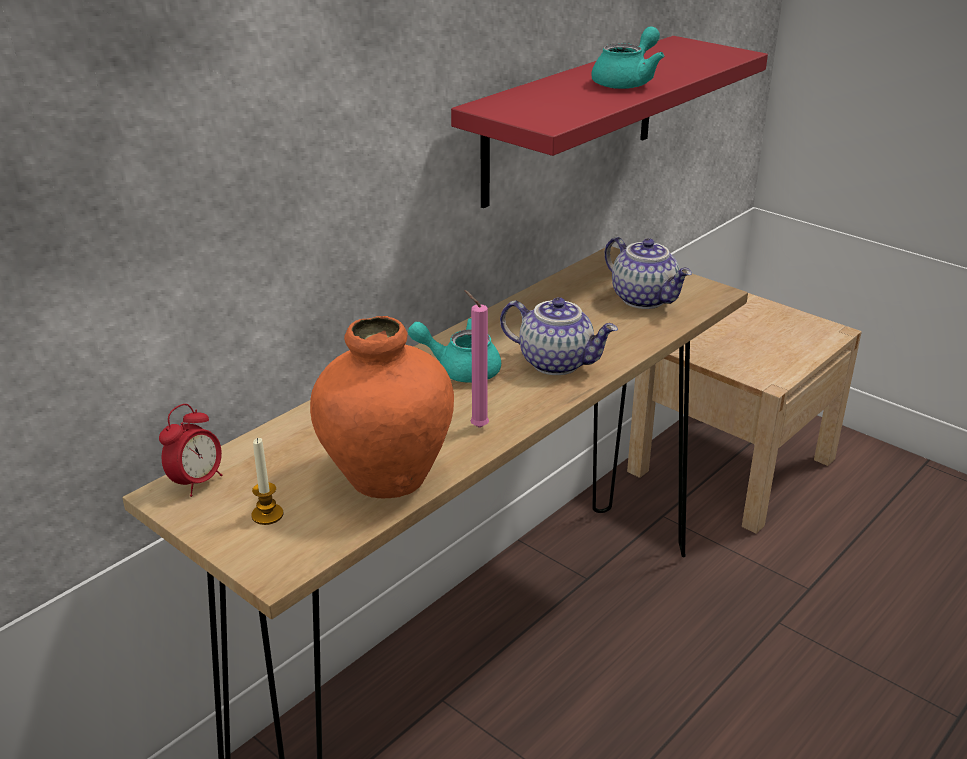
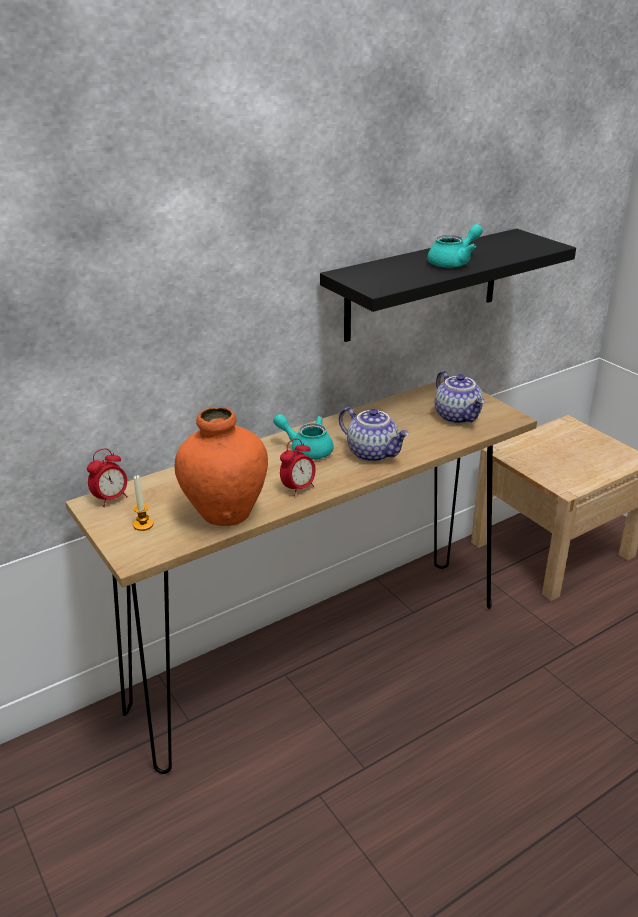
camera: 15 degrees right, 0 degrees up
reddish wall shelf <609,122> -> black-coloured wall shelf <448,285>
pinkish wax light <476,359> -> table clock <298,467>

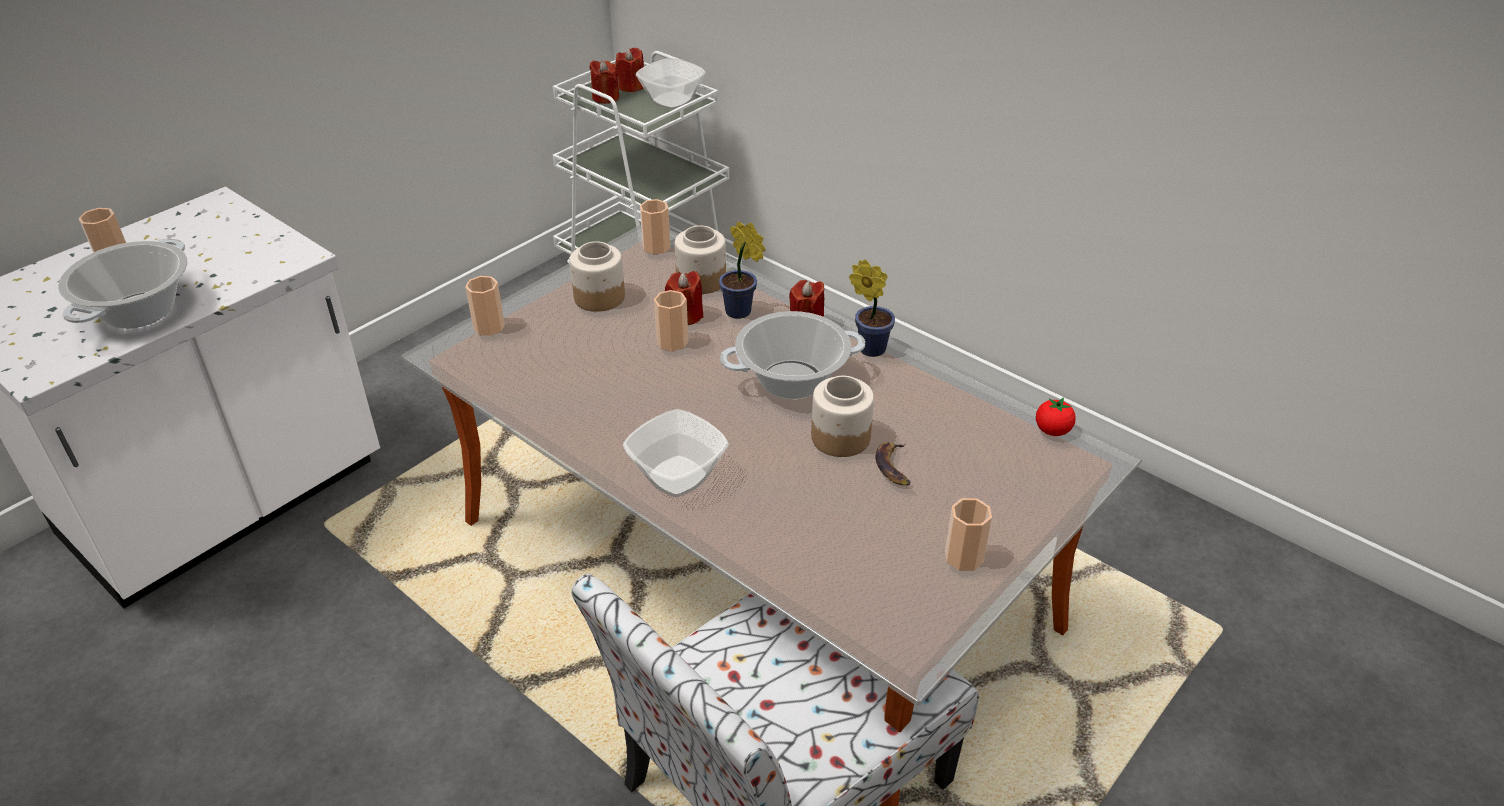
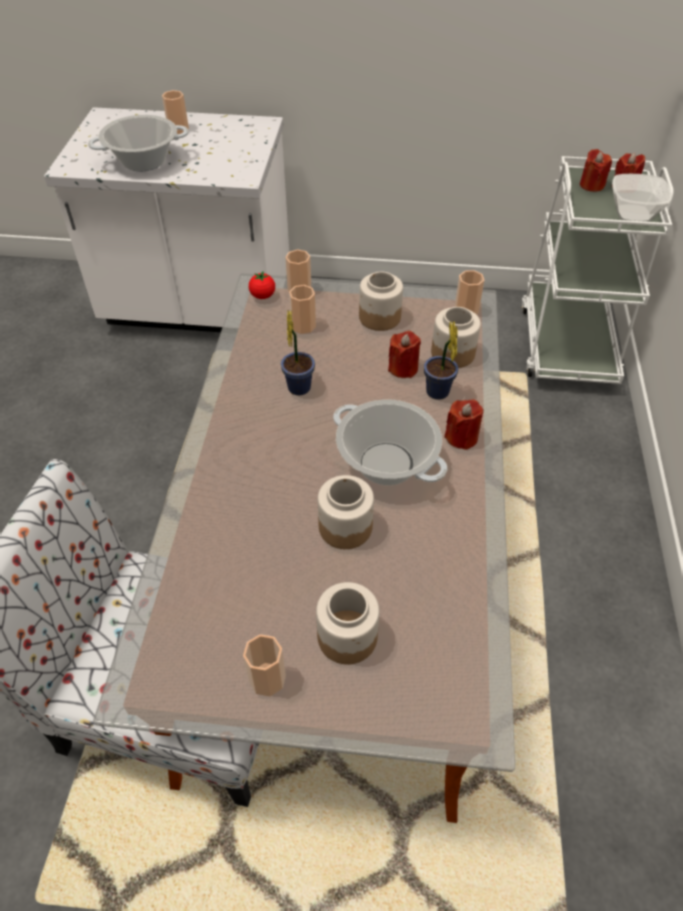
camera: 55 degrees right, 10 degrees up
bowl <676,453> -> none
small cup <671,320> -> small cup <302,309>, moved
plant in a pot <872,308> -> plant in a pot <298,353>, moved
whole banana <893,464> -> none
fresh tomato <1055,416> -> fresh tomato <262,285>, moved
none -> preserve jar <347,623>

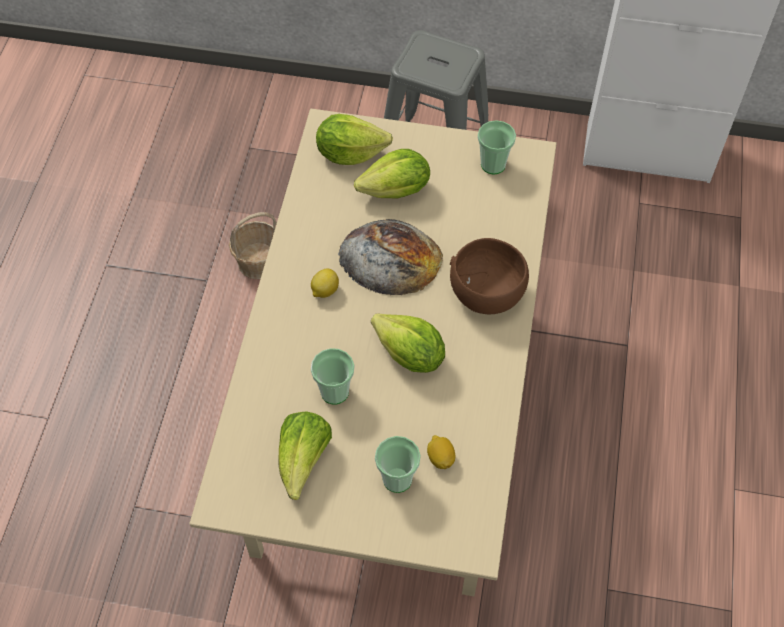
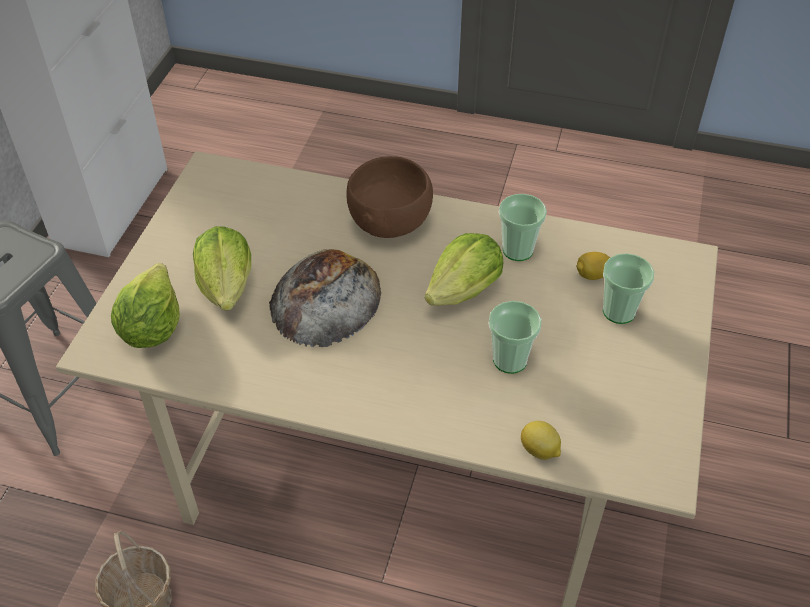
camera: 85 degrees left, 10 degrees down
head of lettuce <305,455> -> none
whole lemon <325,283> -> whole lemon <541,440>, moved
small cup <497,147> -> small cup <523,227>, moved

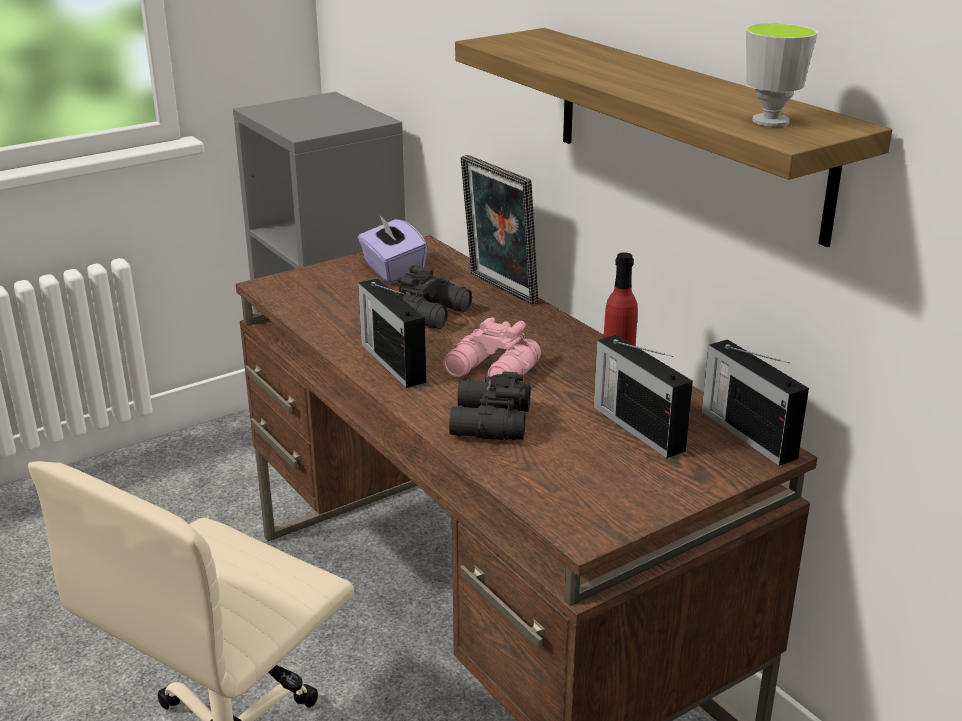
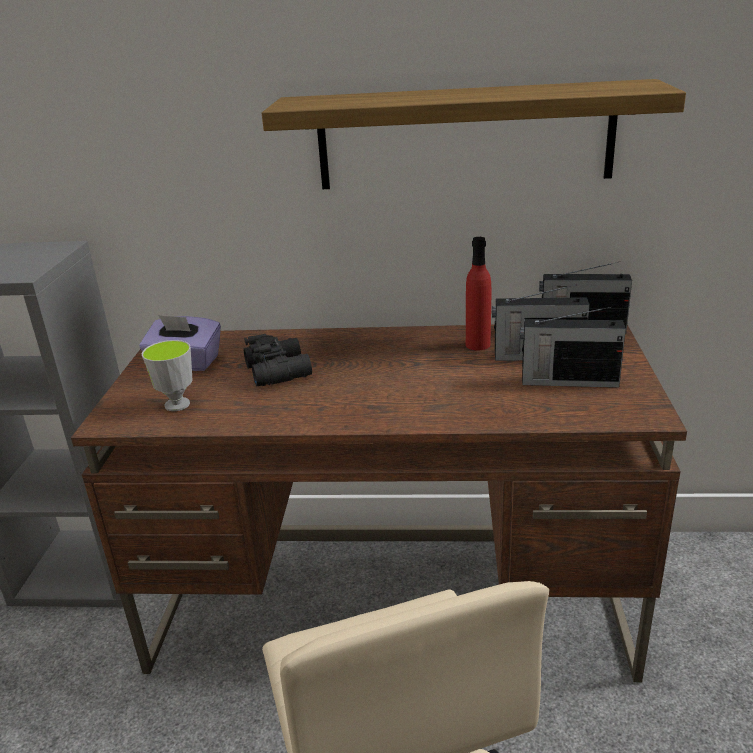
camera: 50 degrees left, 0 degrees up
radio receiver <392,333> -> radio receiver <573,347>, moved
pinkish binoculars <492,347> -> none
black-coloured binoculars <490,406> -> none
standing frame <499,230> -> none
small cup <782,74> -> small cup <167,375>, moved

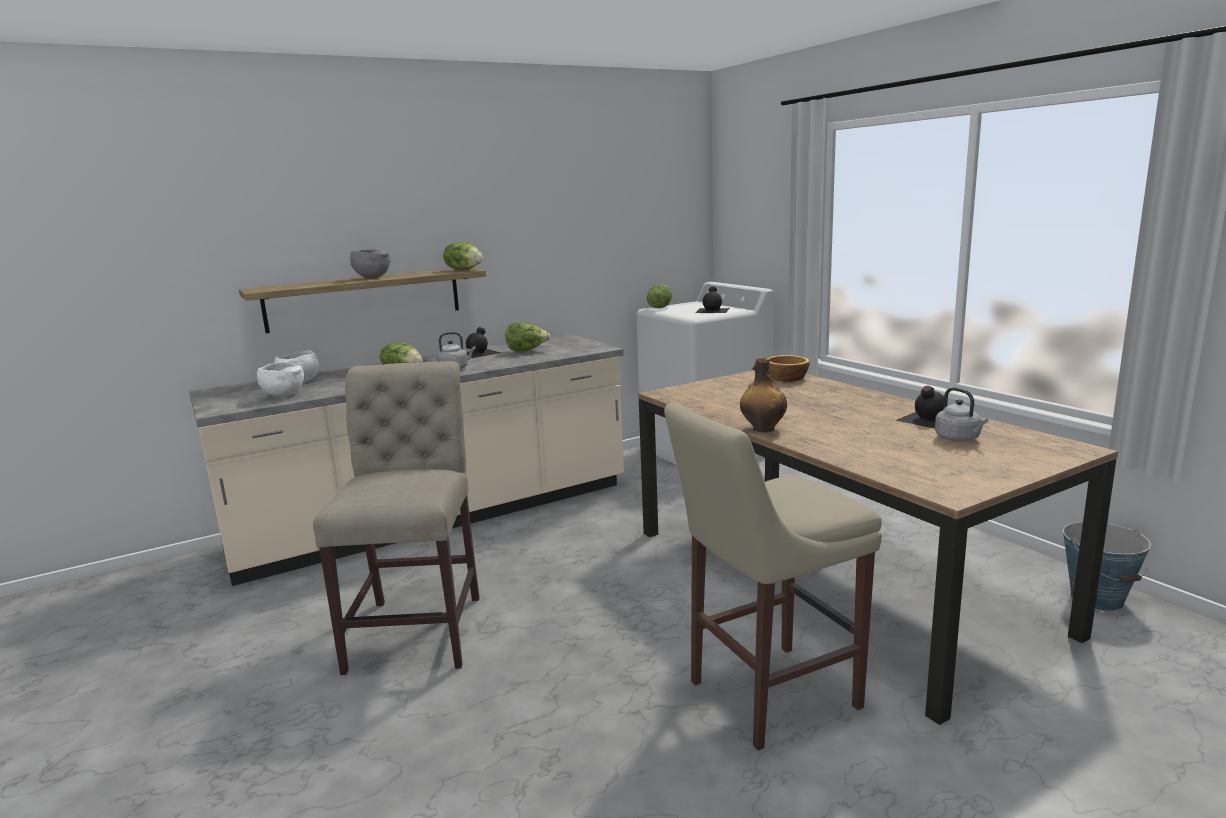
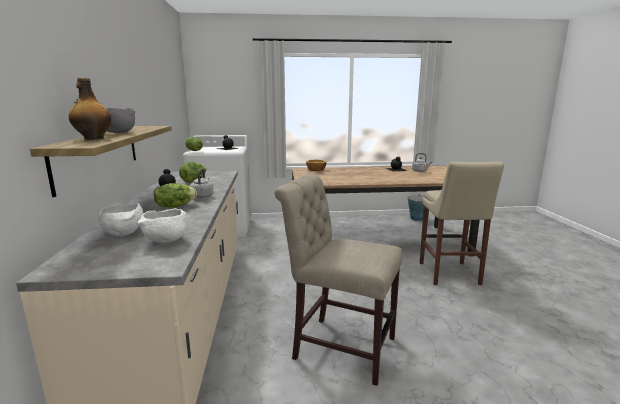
camera: 65 degrees left, 0 degrees up
head of lettuce <463,256> -> none
beverage bottle <763,394> -> beverage bottle <90,109>, moved

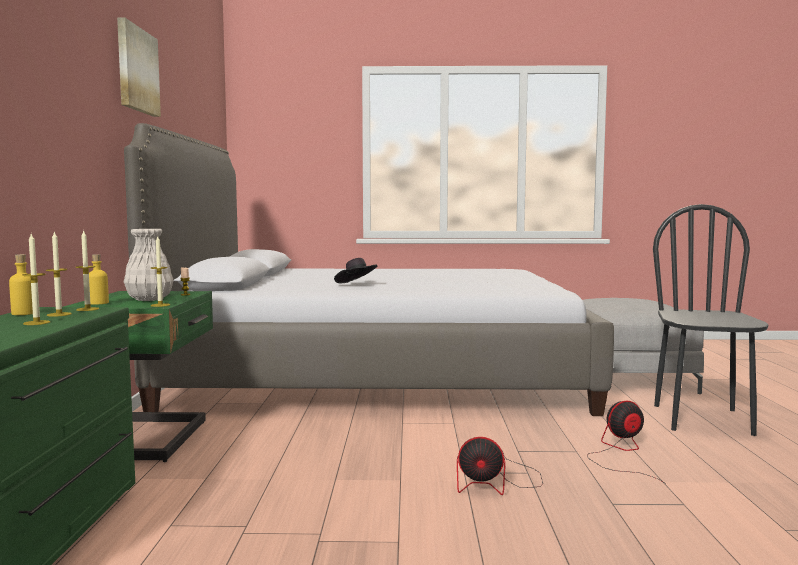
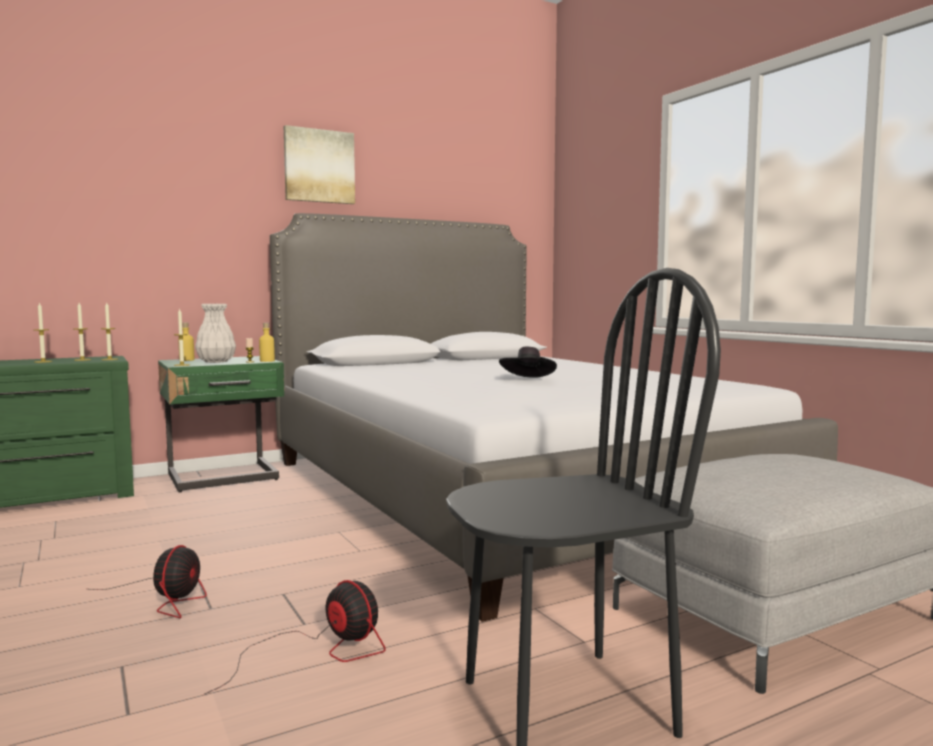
camera: 60 degrees right, 0 degrees up
yellow-coloured beverage bottle <21,284> -> yellow-coloured beverage bottle <267,342>, moved
black-coloured hat <355,270> -> black-coloured hat <528,362>, moved
cooling fan <500,466> -> cooling fan <148,581>, 150 degrees counterclockwise

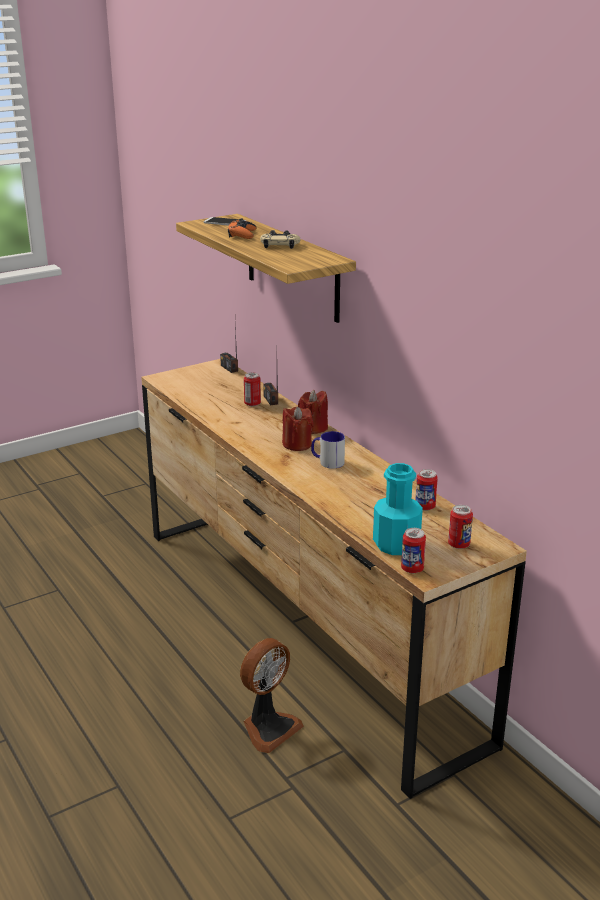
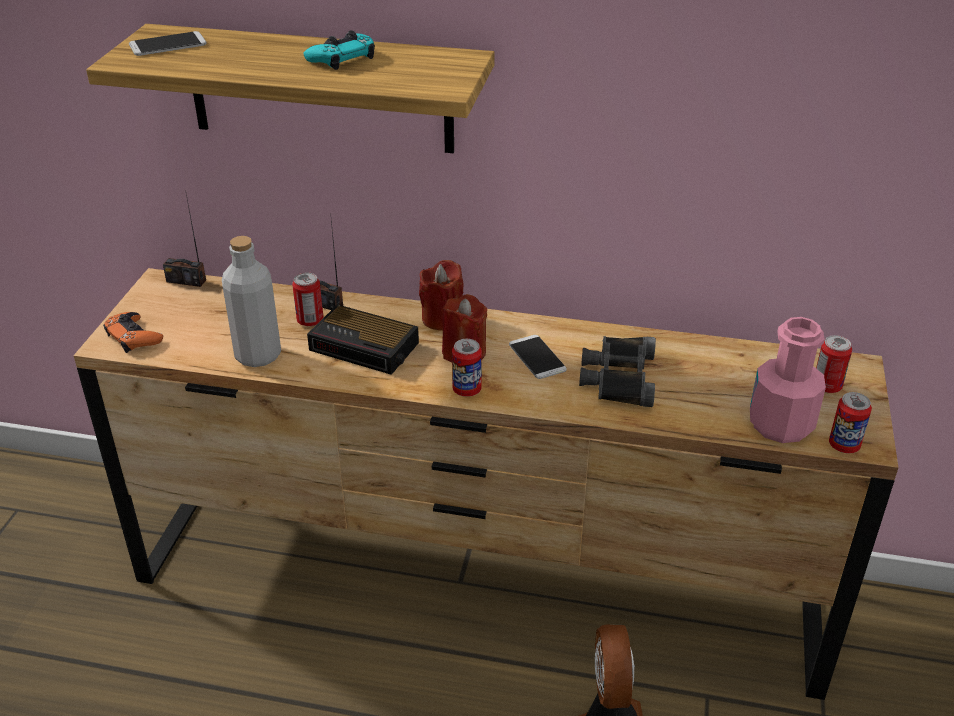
camera: 45 degrees left, 10 degrees up
orange-coloured gamepad <242,228> -> orange-coloured gamepad <133,332>, moved
beige-coloured gamepad <280,239> -> turquoise gamepad <339,50>
coffee mug <328,450> -> phone <538,357>
turquoise beverage bottle <398,509> -> pinkish beverage bottle <788,380>
sealed can <427,490> -> sealed can <467,368>, moved
none -> gray beverage bottle <251,301>
none -> table clock <363,339>
none -> black-coloured binoculars <617,371>

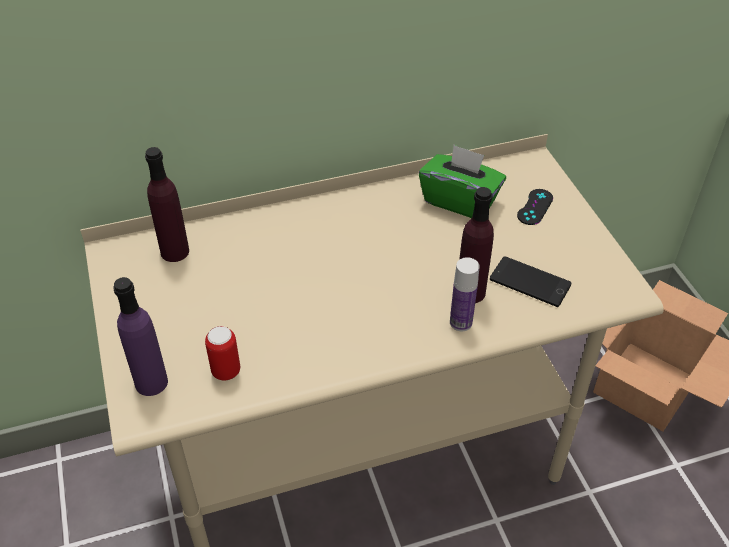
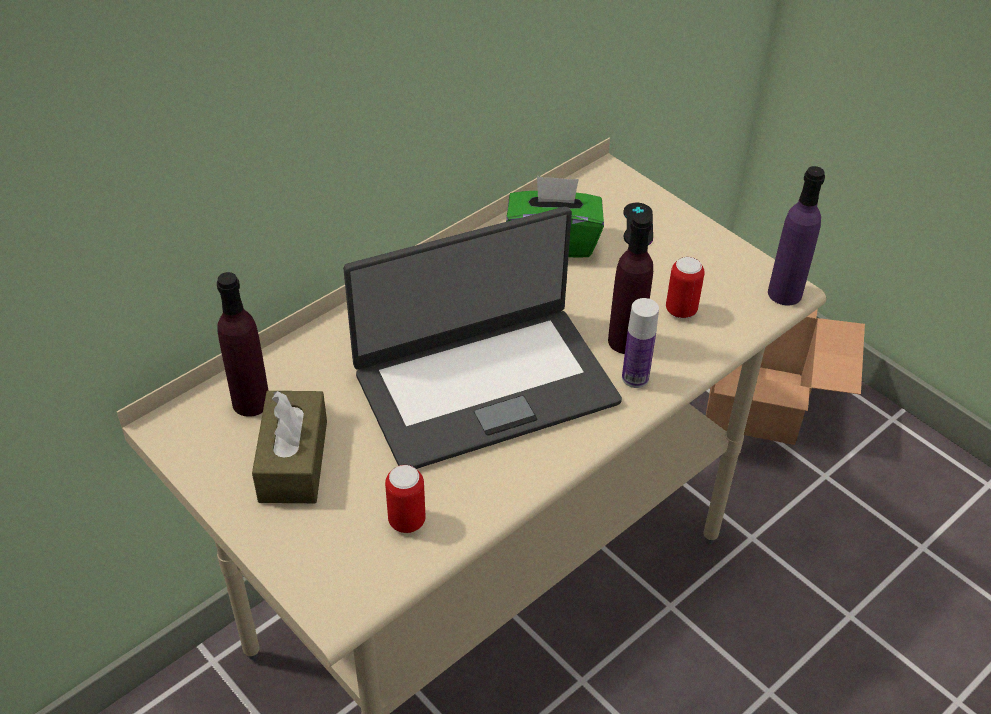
camera: 25 degrees left, 0 degrees up
purple beverage bottle <140,336> -> purple beverage bottle <796,235>, moved
phone <530,281> -> sealed can <685,288>
none -> brownish box of tissues <289,447>
none -> notebook computer <482,338>

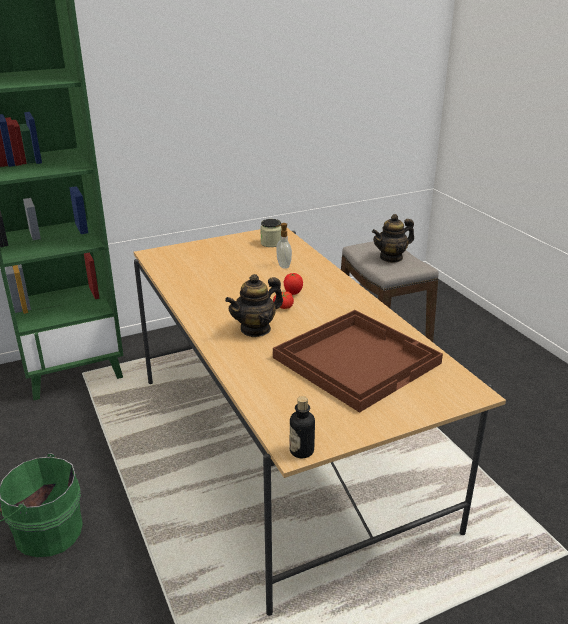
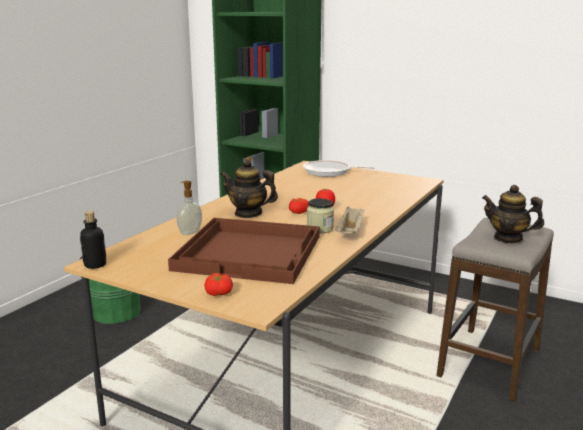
camera: 55 degrees right, 10 degrees down
preserve jar <271,233> -> preserve jar <320,216>, moved
soap bottle <284,246> -> soap bottle <189,208>, moved
none -> fresh tomato <219,284>
none -> frying pan <339,168>
none -> beige-coloured carrying tray <349,220>

